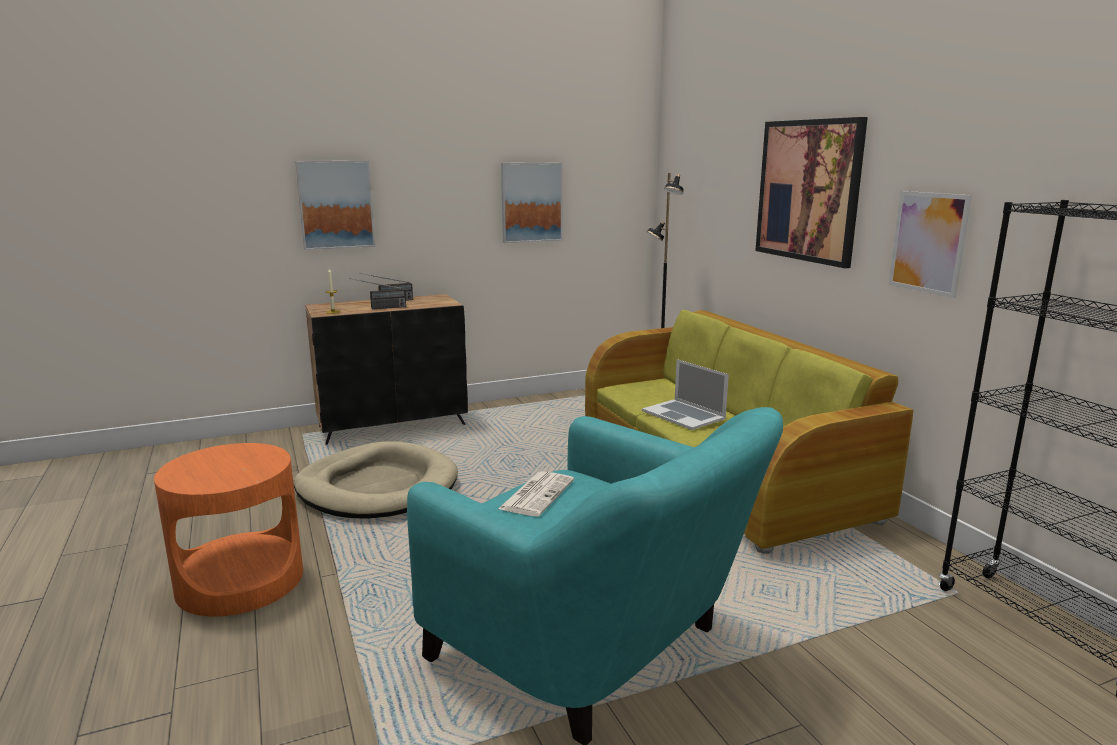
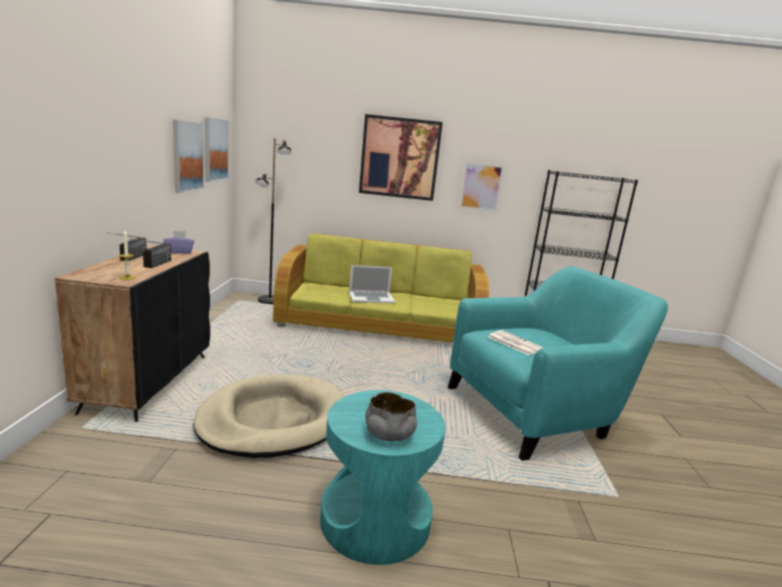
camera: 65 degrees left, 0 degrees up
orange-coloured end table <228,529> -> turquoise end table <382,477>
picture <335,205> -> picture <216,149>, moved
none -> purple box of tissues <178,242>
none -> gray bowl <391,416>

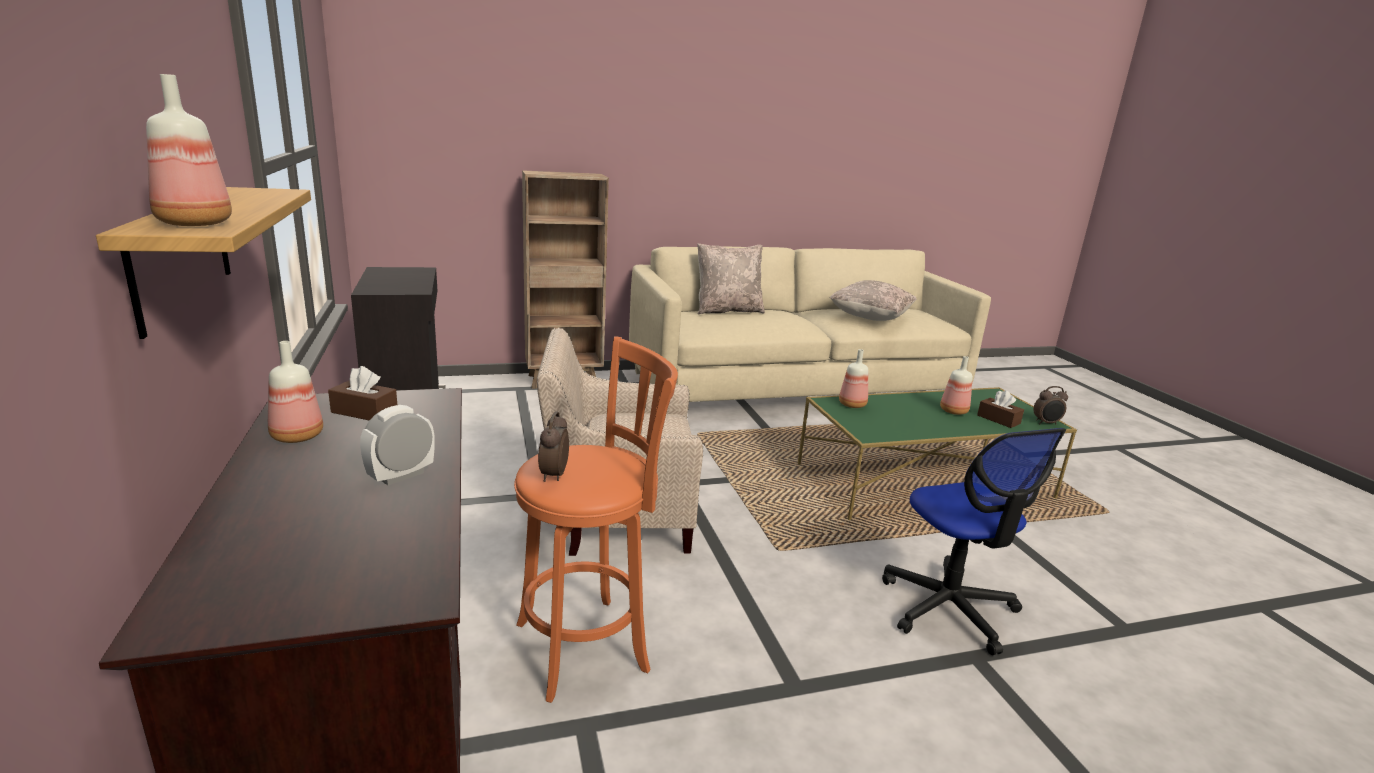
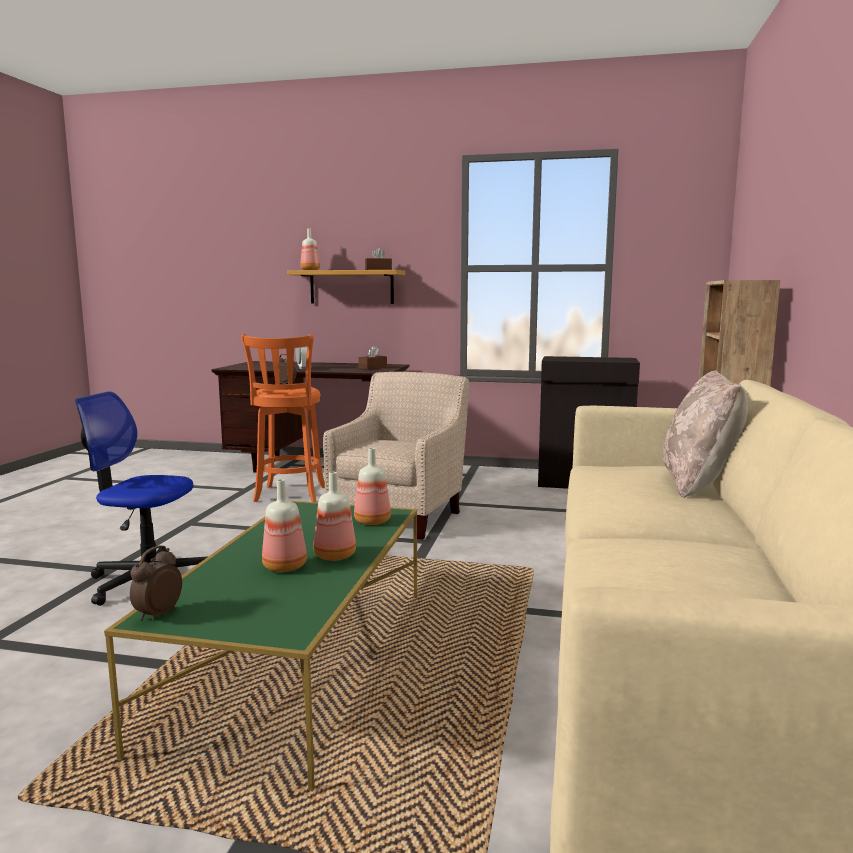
camera: 120 degrees right, 10 degrees down
beverage bottle <295,392> -> beverage bottle <334,516>, moved
beige-coloured throw pillow <873,300> -> none
brownish box of tissues <1000,409> -> brownish box of tissues <378,259>, moved

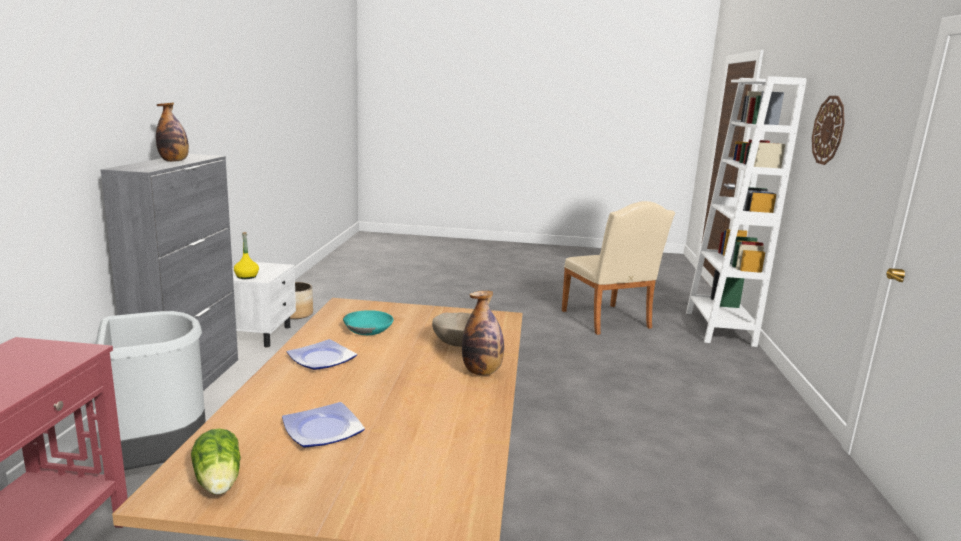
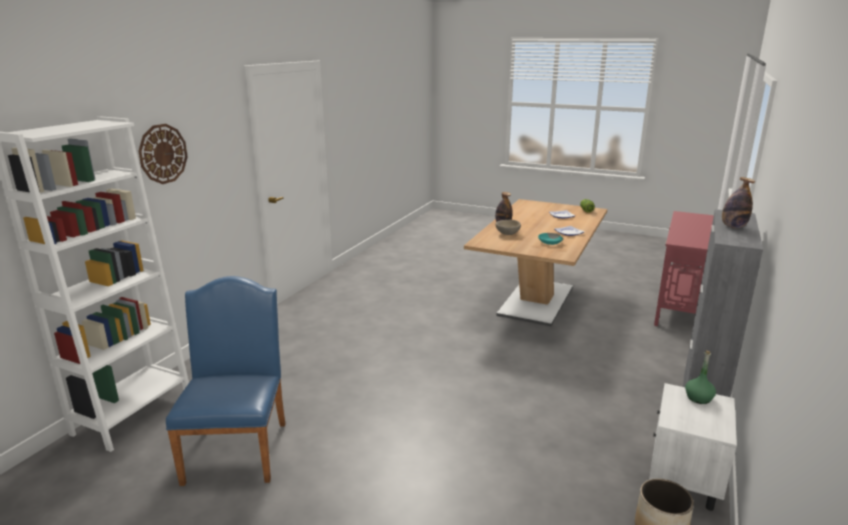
camera: 160 degrees left, 5 degrees up
gray trash can <151,390> -> none
yellow-coloured beverage bottle <246,255> -> greenish beverage bottle <700,377>
beige-coloured plain chair <618,268> -> blue-coloured plain chair <226,381>

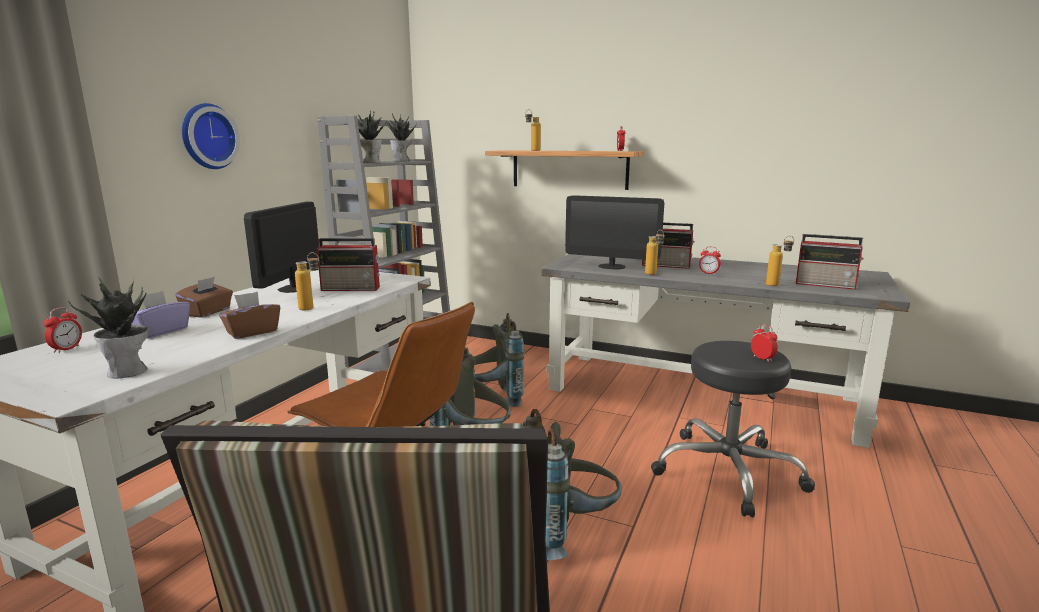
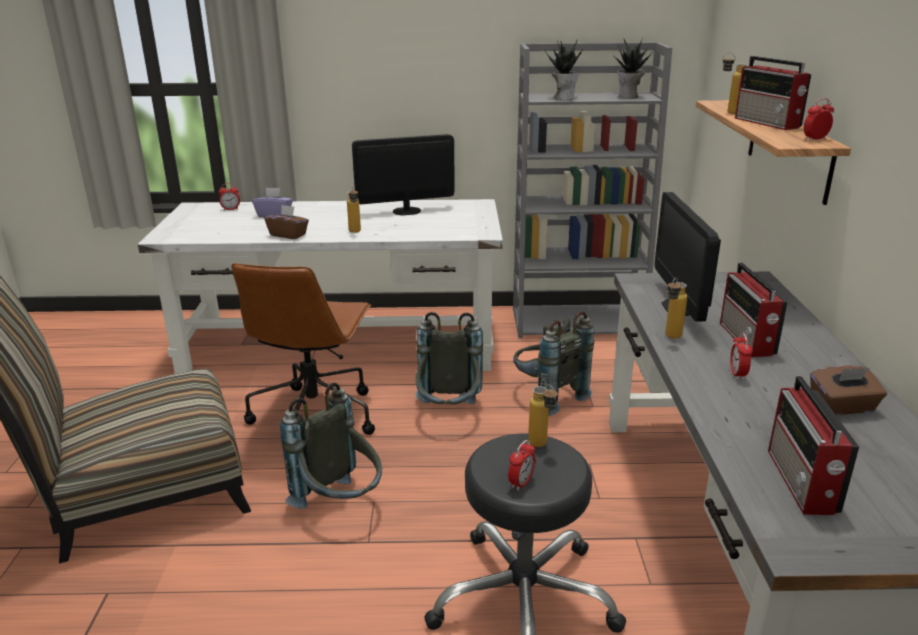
camera: 65 degrees right, 10 degrees up
plant in a pot <108,327> -> none
brownish box of tissues <204,297> -> brownish box of tissues <848,390>, moved
hanging clock <211,136> -> none
radio receiver <348,264> -> radio receiver <773,93>, moved
beverage bottle <780,261> -> beverage bottle <543,416>, moved

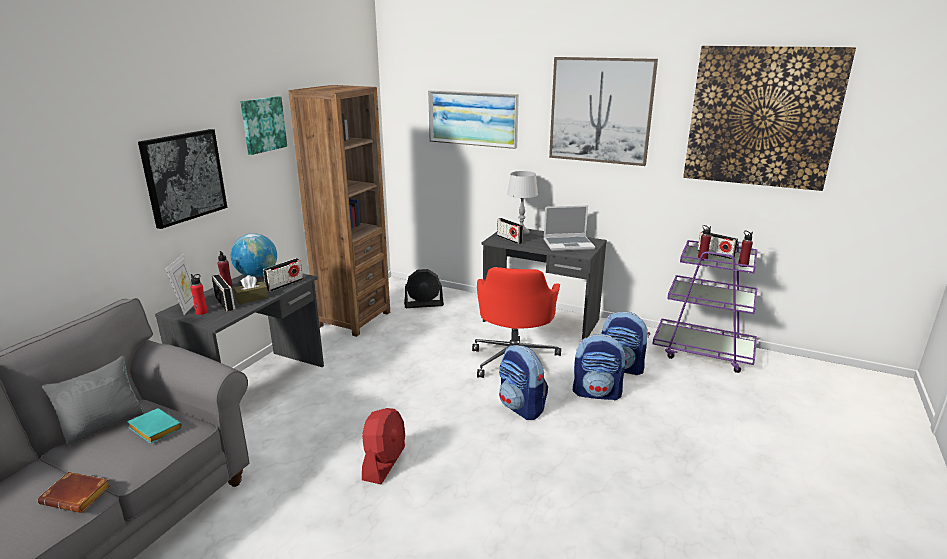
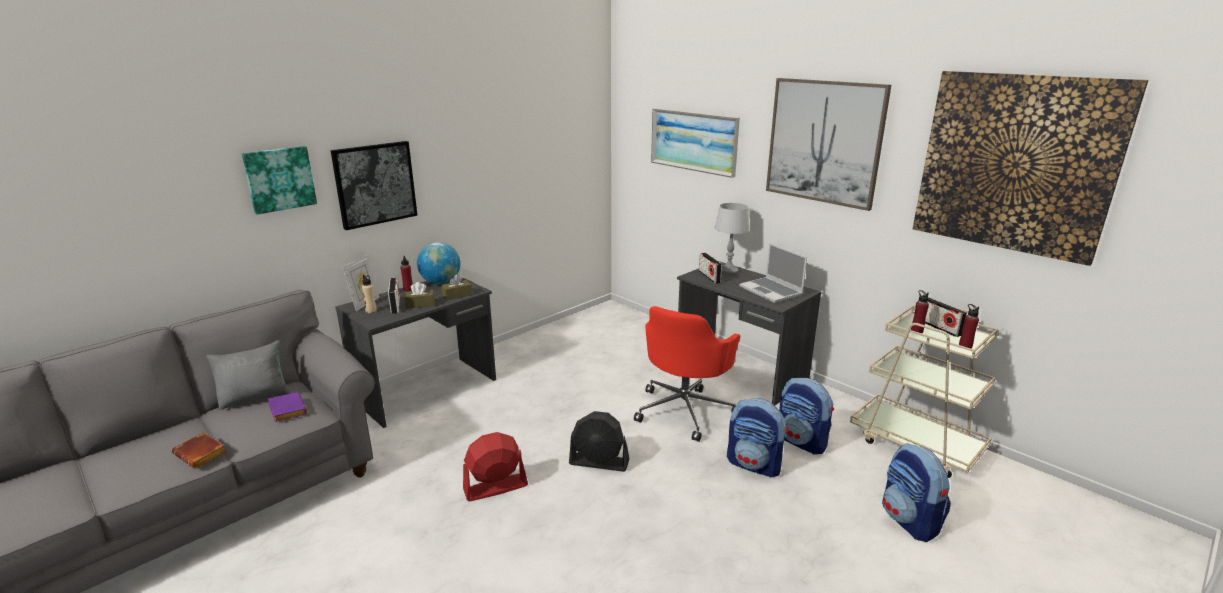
camera: 20 degrees right, 0 degrees up
turquoise bound book <154,426> -> purple bound book <287,407>
reddish beverage bottle <199,294> -> beige-coloured beverage bottle <369,294>
picture <263,125> -> picture <279,180>, moved
radio receiver <283,275> -> brownish box of tissues <456,287>
brownish bookshelf <339,211> -> none
reddish cooling fan <383,446> -> reddish cooling fan <495,466>, 150 degrees counterclockwise
black-coloured cooling fan <424,288> -> black-coloured cooling fan <599,441>, moved
backpack <523,382> -> backpack <916,492>, moved
notebook computer <569,228> -> notebook computer <773,273>, 45 degrees clockwise
purple trolley <705,306> -> beige-coloured trolley <924,391>

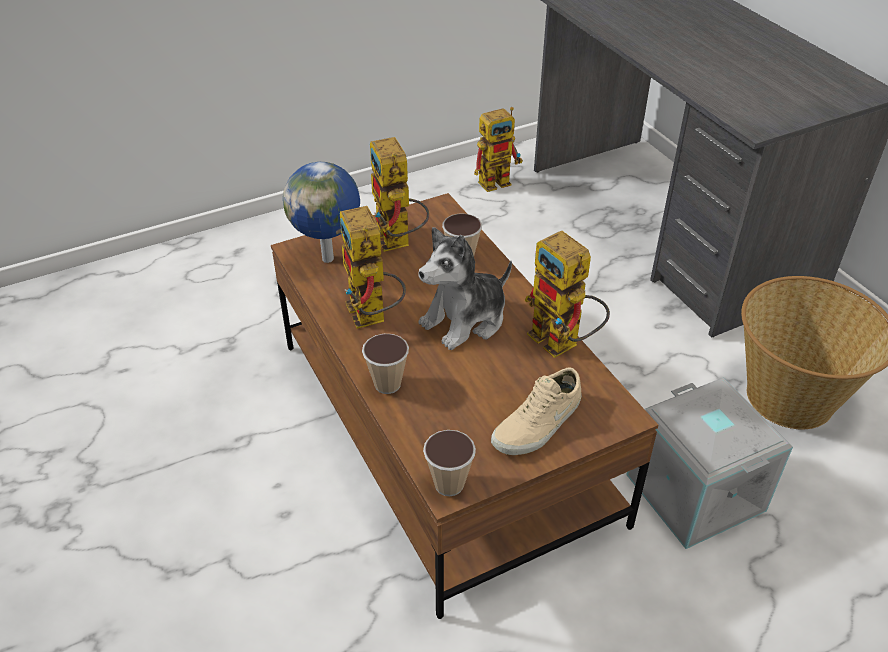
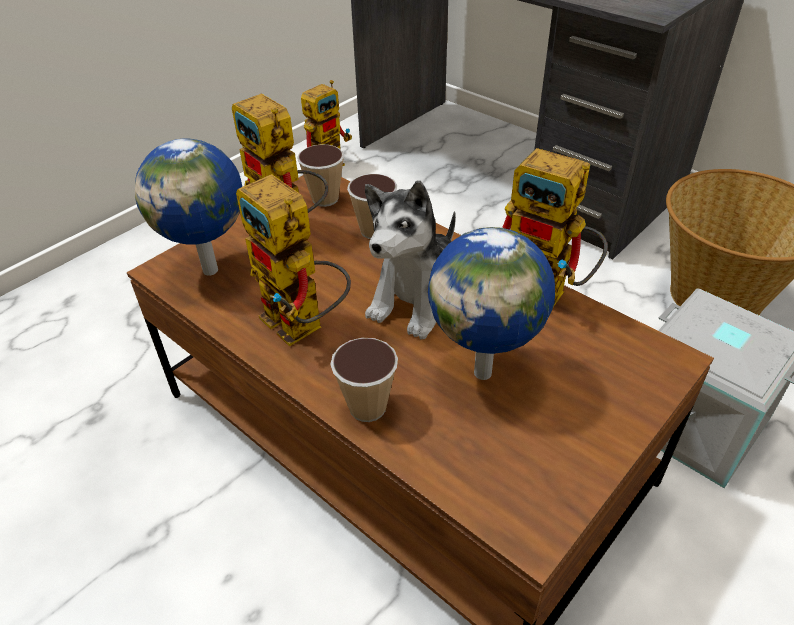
camera: 20 degrees left, 0 degrees up
small cup <449,463> -> small cup <320,175>, moved
beige-coloured low shoe <536,411> -> none
none -> globe <491,303>

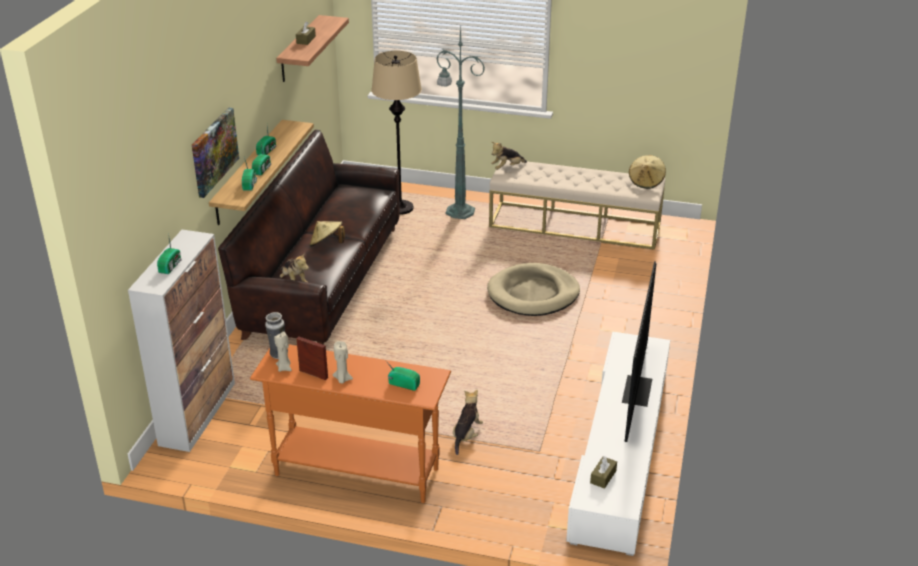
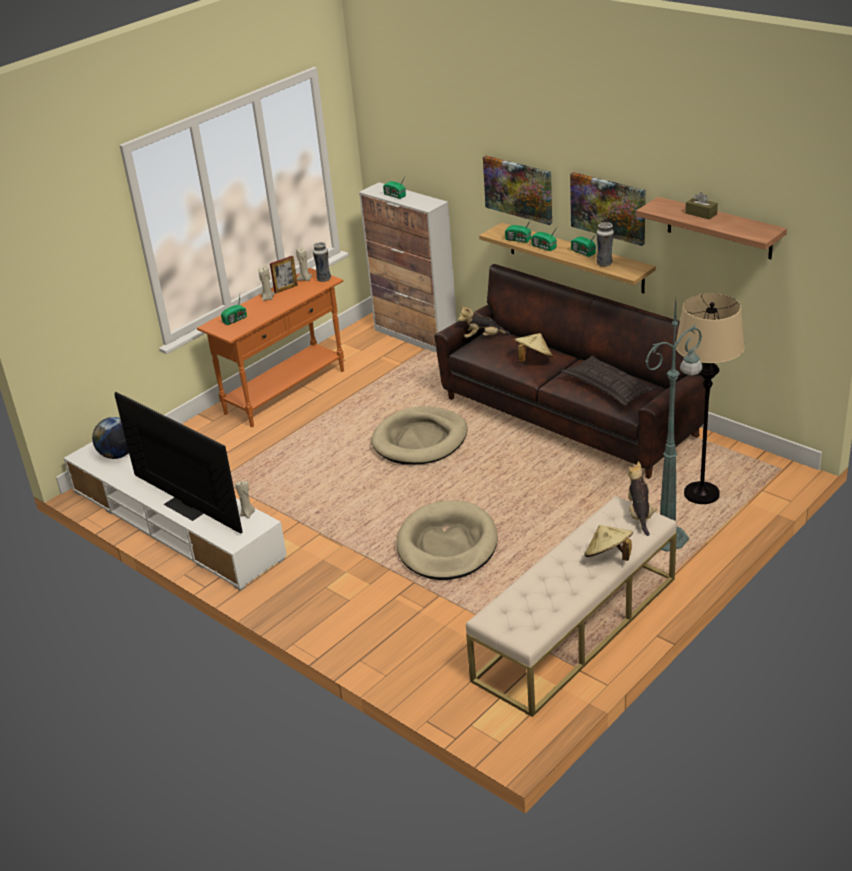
camera: 120 degrees right, 0 degrees up
soft toy <468,422> -> none
brownish box of tissues <603,472> -> globe <110,438>
beige-coloured hat <647,172> -> beige-coloured hat <608,543>, moved
none -> beige-coloured wax light <245,499>
none -> beige-coloured dog bed <419,435>
none -> throw pillow <608,381>
none -> picture <608,209>
none -> decorative vase <605,244>

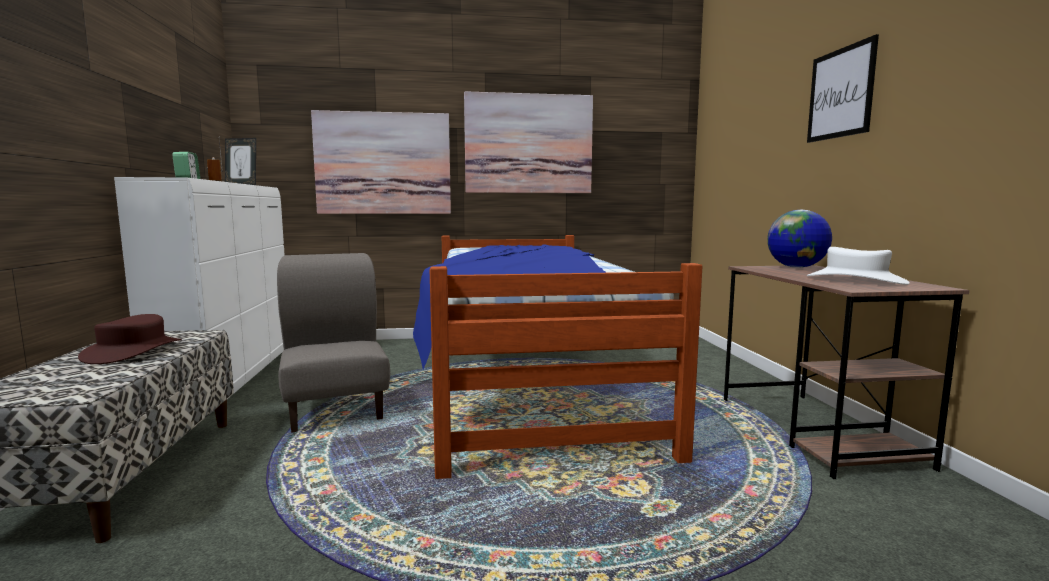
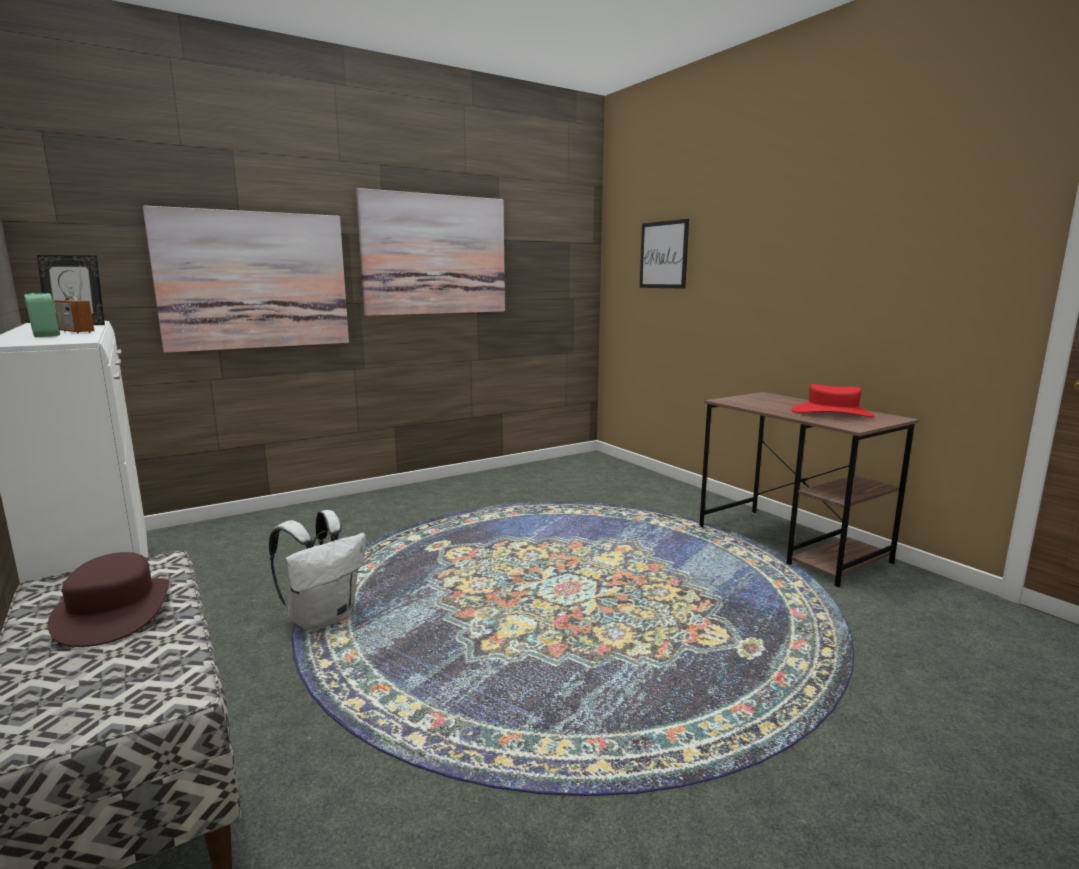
camera: 25 degrees left, 5 degrees up
gray plain chair <333,343> -> whitish backpack <317,571>
bed <557,357> -> none
globe <799,239> -> none
picture <843,88> -> picture <664,254>, moved
whitish hat <858,266> -> reddish hat <833,401>

